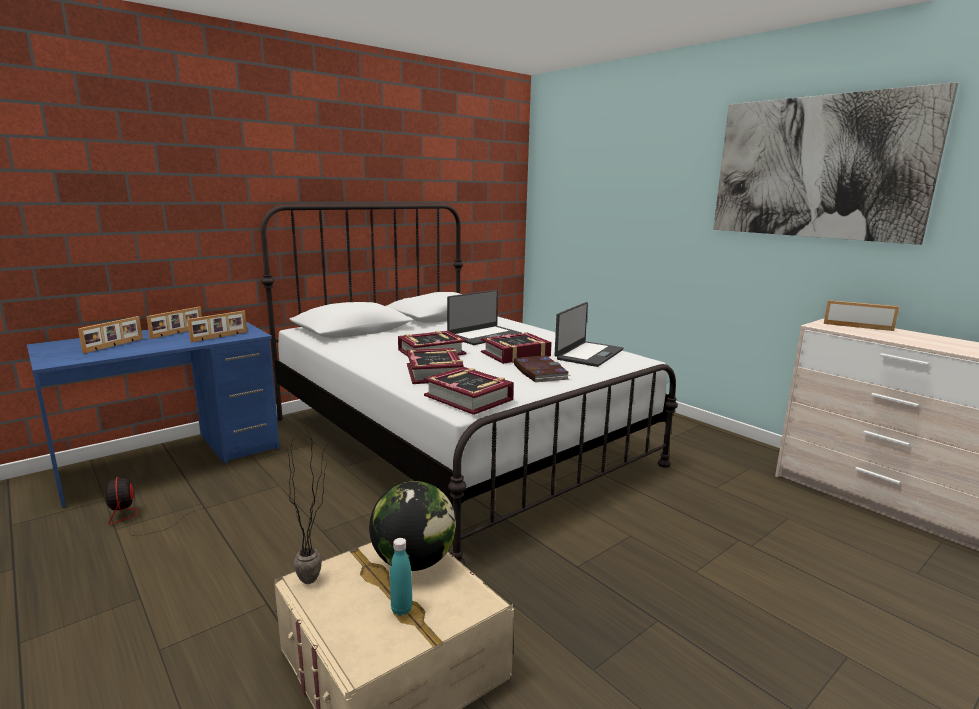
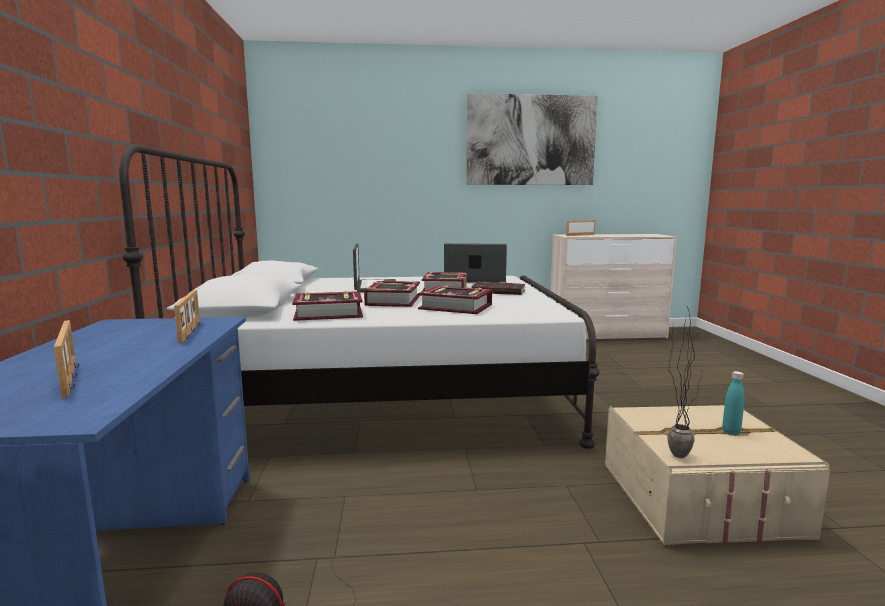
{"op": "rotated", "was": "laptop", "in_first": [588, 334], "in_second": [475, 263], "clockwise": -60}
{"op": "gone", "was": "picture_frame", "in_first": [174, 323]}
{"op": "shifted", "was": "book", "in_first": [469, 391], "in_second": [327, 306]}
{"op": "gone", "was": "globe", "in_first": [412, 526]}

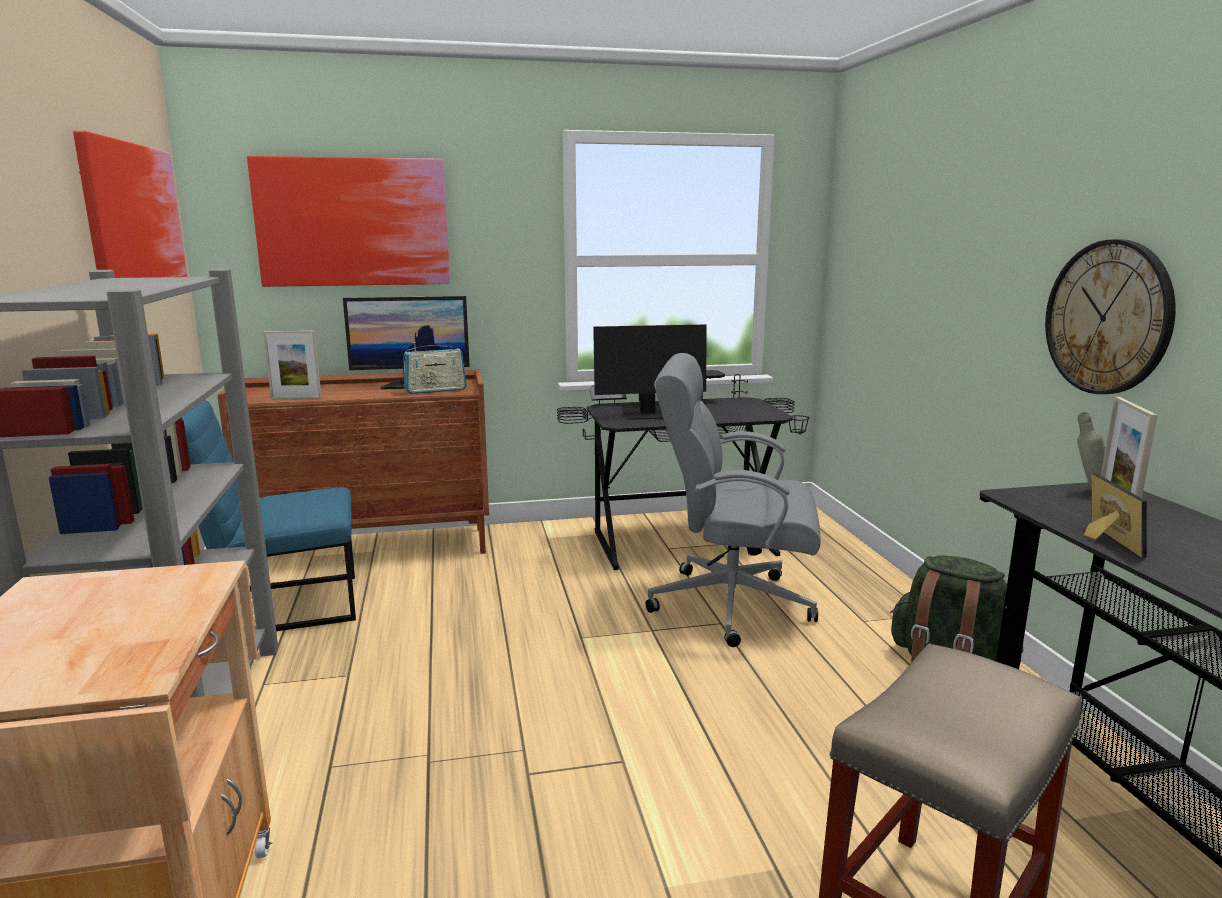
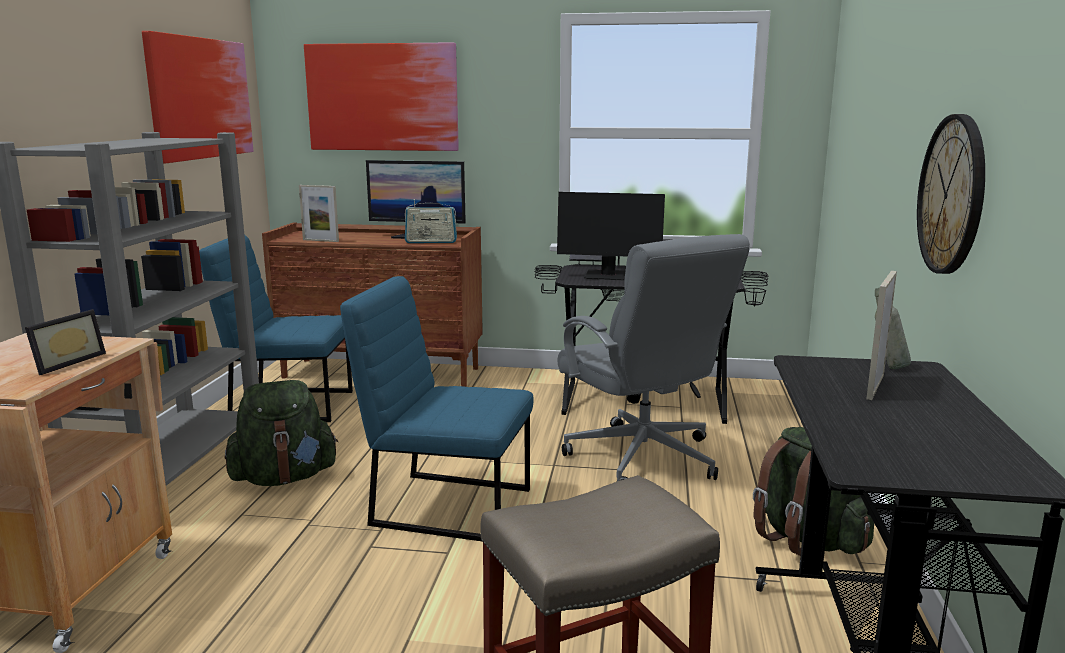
{"op": "rotated", "was": "grey_office_chair", "in_first": [733, 500], "in_second": [654, 357], "clockwise": -150}
{"op": "shifted", "was": "picture_frame", "in_first": [1115, 515], "in_second": [65, 342]}
{"op": "new", "now": "blue_chair", "in_second": [436, 408]}
{"op": "new", "now": "green_backpack", "in_second": [281, 433]}

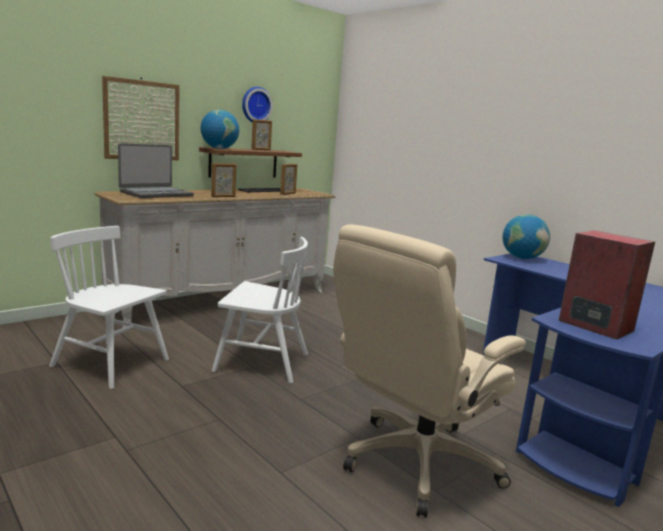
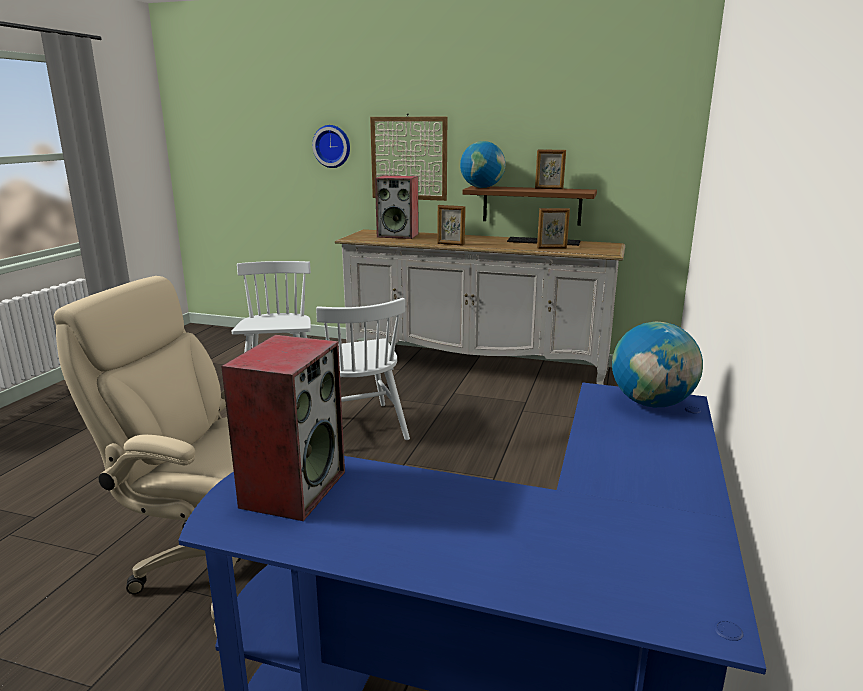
{"op": "shifted", "was": "wall_clock", "in_first": [257, 105], "in_second": [331, 146]}
{"op": "swapped", "was": "laptop", "now": "speaker", "in_first": [156, 170], "in_second": [397, 207]}

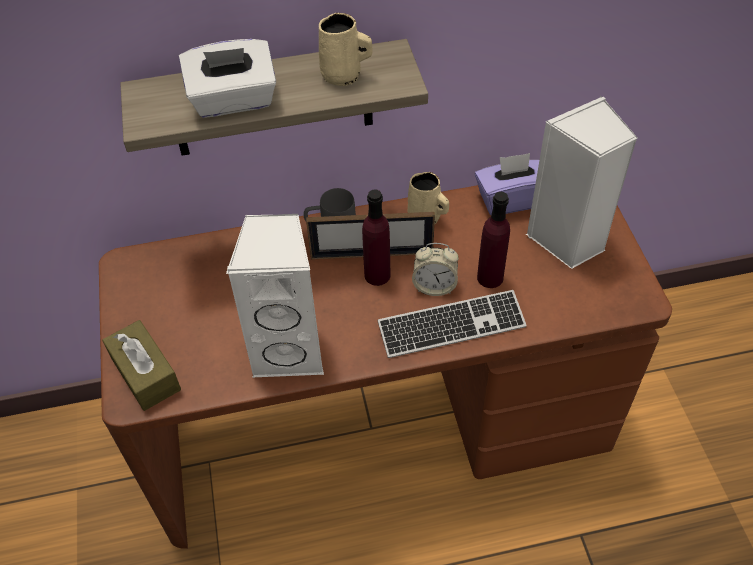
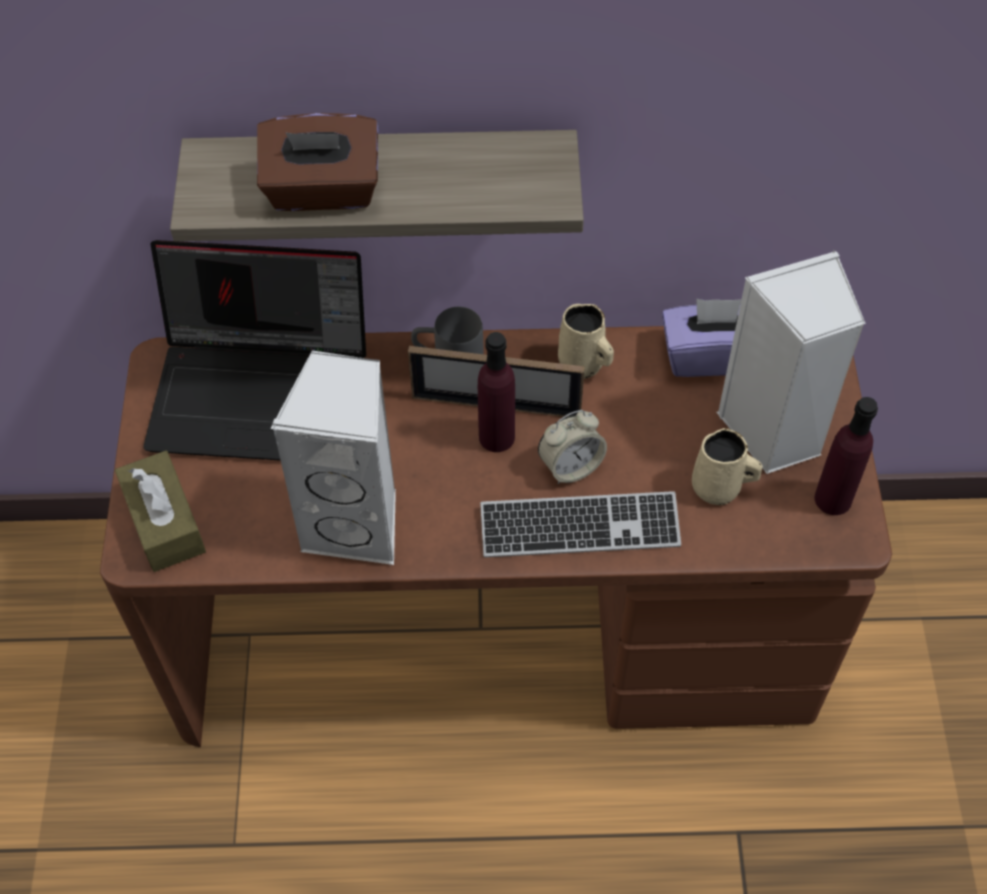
{"op": "shifted", "was": "beige_mug", "in_first": [346, 49], "in_second": [727, 466]}
{"op": "repainted", "was": "white_tissue_box", "now": "brown_tissue_box", "in_first": [227, 78], "in_second": [317, 162]}
{"op": "shifted", "was": "purple_bottle", "in_first": [493, 240], "in_second": [846, 456]}
{"op": "rotated", "was": "alarm_clock", "in_first": [435, 269], "in_second": [572, 447], "clockwise": -45}
{"op": "new", "now": "laptop", "in_second": [255, 350]}

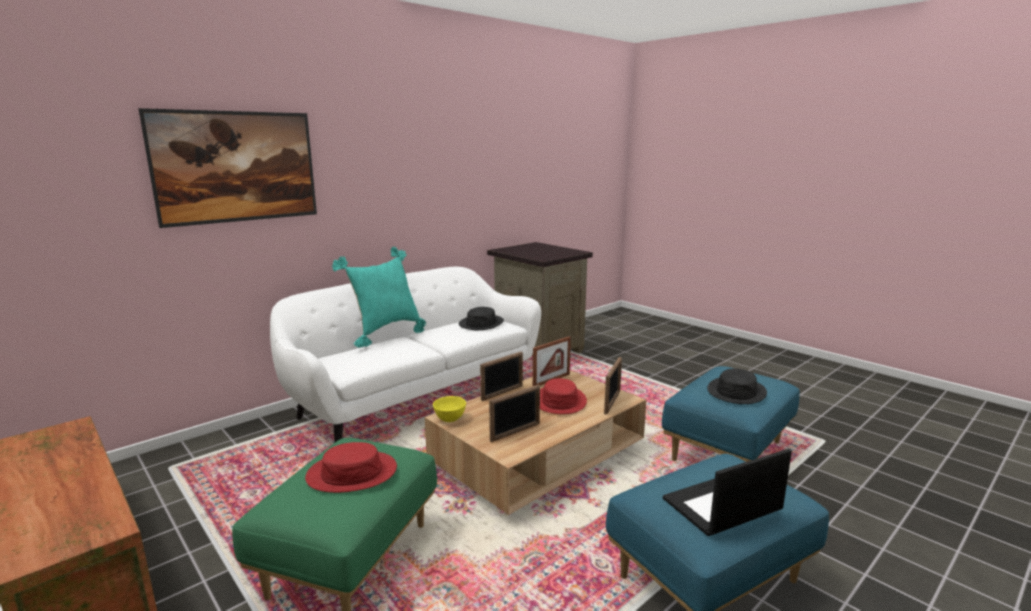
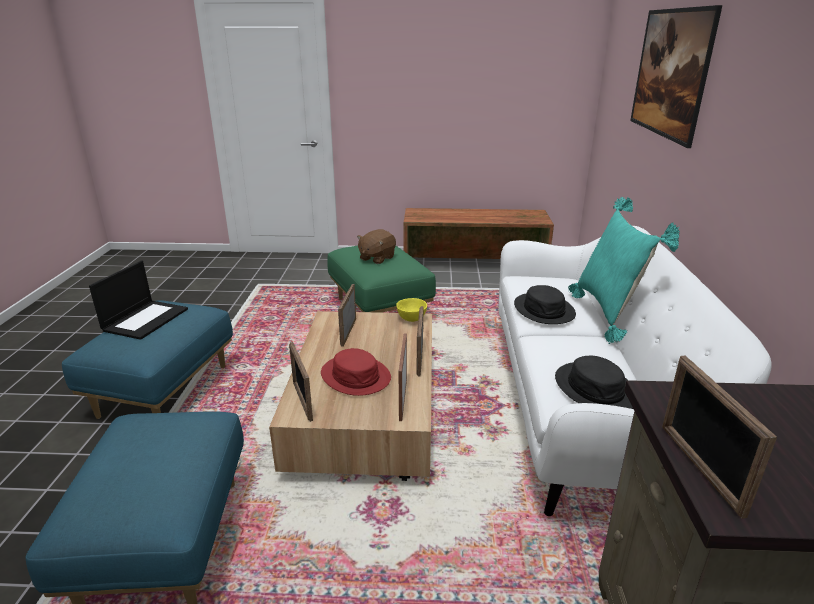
{"op": "shifted", "was": "black_hat", "in_first": [737, 386], "in_second": [545, 304]}
{"op": "swapped", "was": "red_hat", "now": "brown_plush_toy", "in_first": [351, 467], "in_second": [376, 246]}
{"op": "new", "now": "picture_frame", "in_second": [719, 437]}

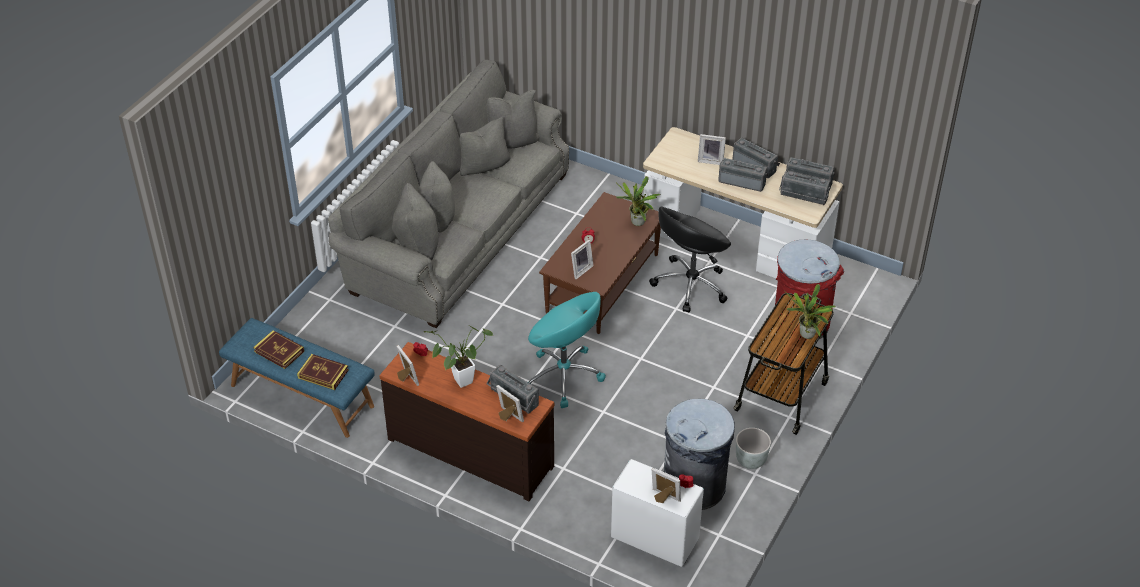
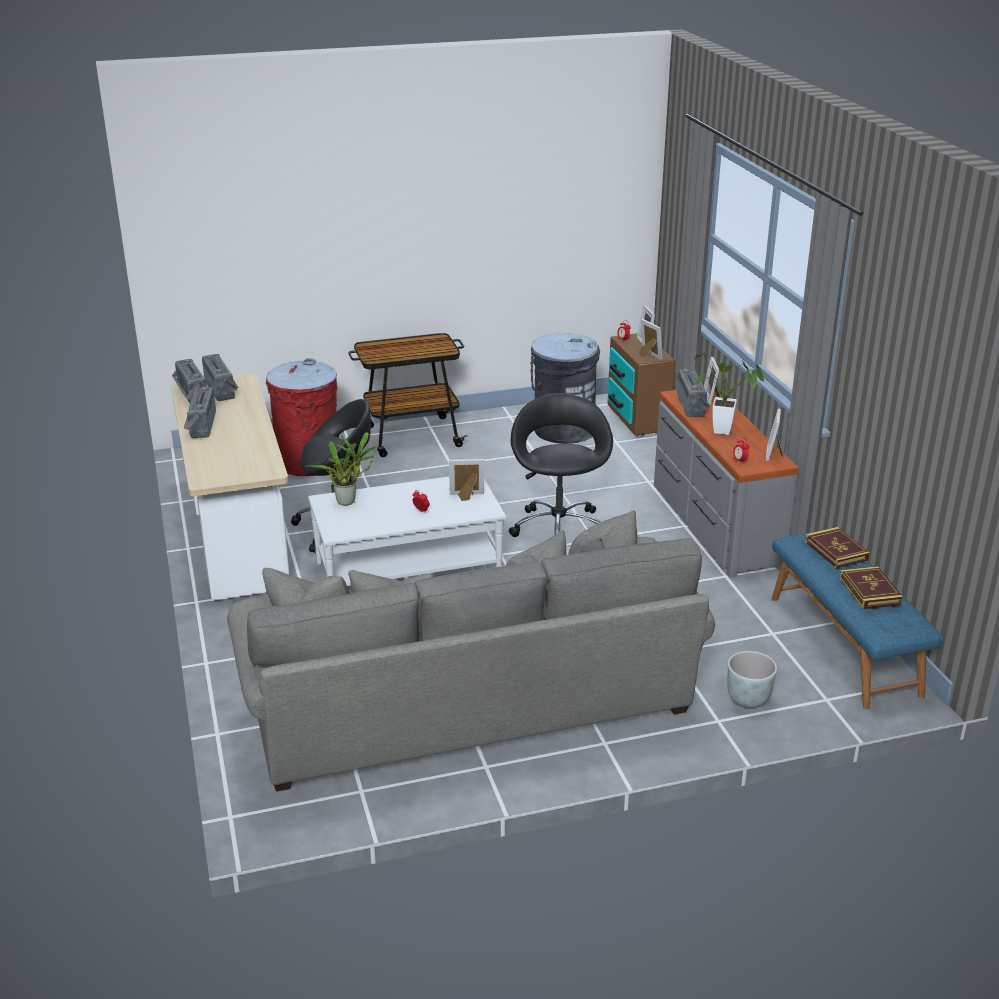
{"op": "shifted", "was": "picture_frame", "in_first": [712, 149], "in_second": [651, 339]}
{"op": "gone", "was": "radio", "in_first": [743, 175]}
{"op": "repainted", "was": "brown_coffee_table", "now": "white_coffee_table", "in_first": [600, 263], "in_second": [407, 531]}
{"op": "gone", "was": "potted_plant", "in_first": [810, 311]}
{"op": "repainted", "was": "turquoise_office_chair", "now": "black_office_chair", "in_first": [567, 350], "in_second": [561, 465]}
{"op": "repainted", "was": "brown_dresser", "now": "grey_dresser", "in_first": [466, 421], "in_second": [726, 482]}
{"op": "shifted", "was": "grey_planter", "in_first": [753, 448], "in_second": [752, 679]}
{"op": "repainted", "was": "white_nightstand", "now": "brown_nightstand", "in_first": [657, 513], "in_second": [641, 385]}

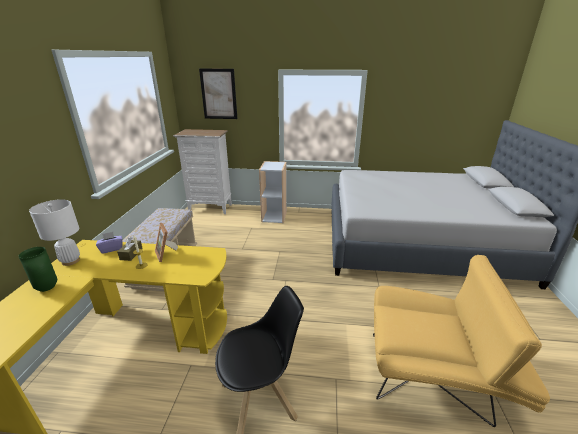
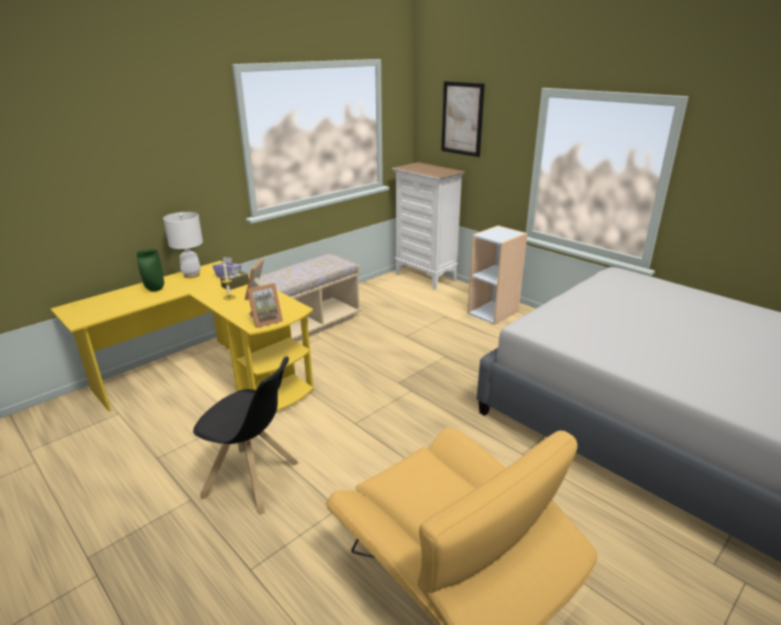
{"op": "new", "now": "picture_frame", "in_second": [265, 305]}

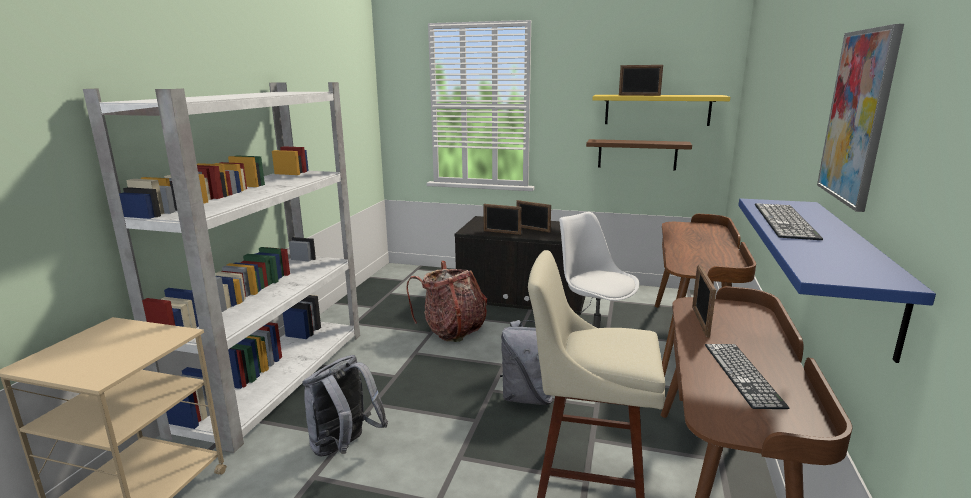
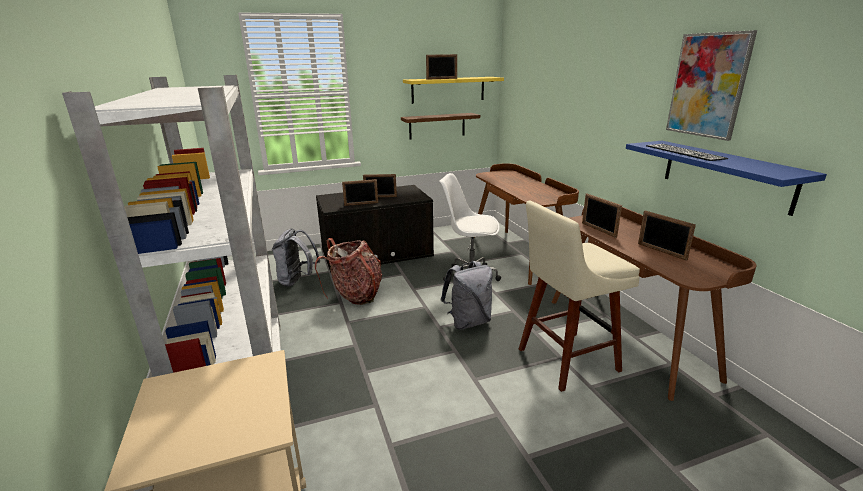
{"op": "swapped", "was": "keyboard", "now": "picture_frame", "in_first": [747, 376], "in_second": [667, 236]}
{"op": "shifted", "was": "grey_backpack", "in_first": [345, 406], "in_second": [296, 258]}

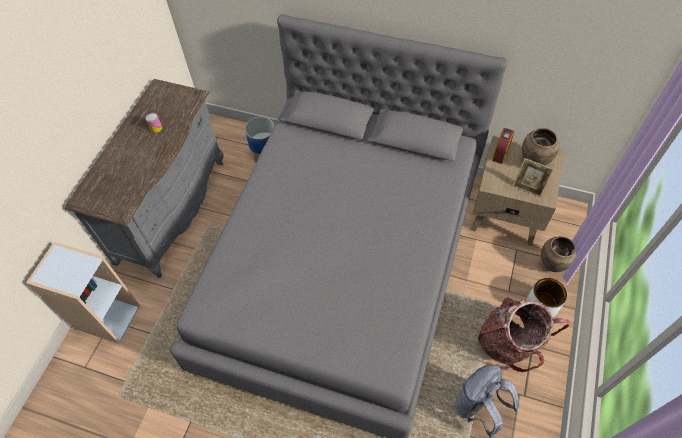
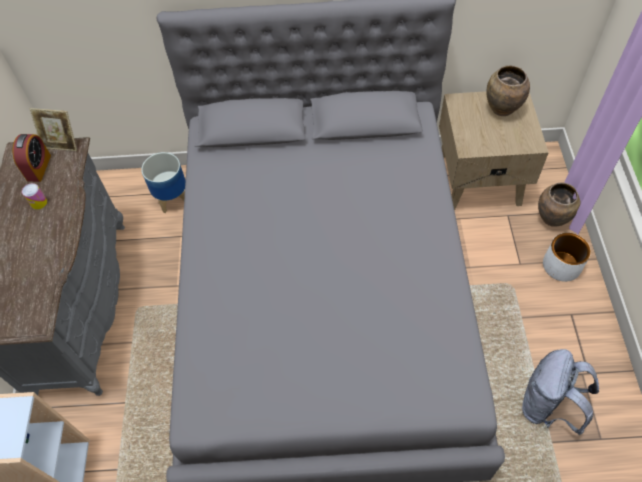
{"op": "shifted", "was": "alarm_clock", "in_first": [503, 146], "in_second": [32, 158]}
{"op": "shifted", "was": "picture_frame", "in_first": [533, 177], "in_second": [53, 129]}
{"op": "gone", "was": "backpack", "in_first": [523, 334]}

